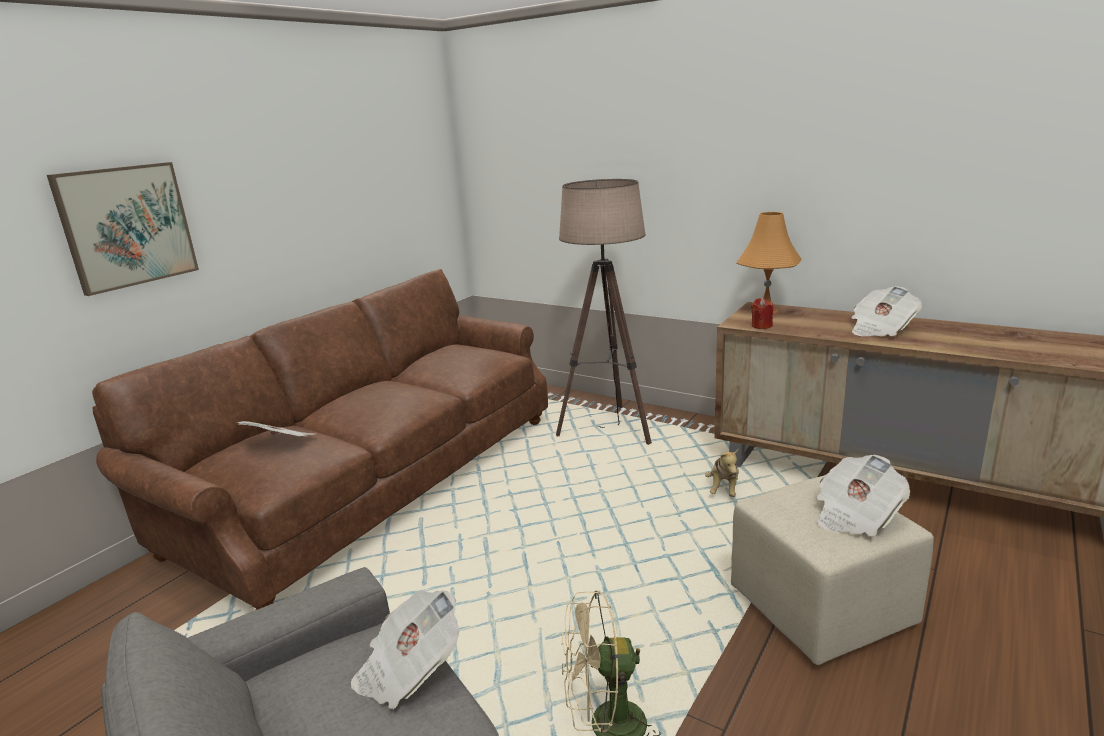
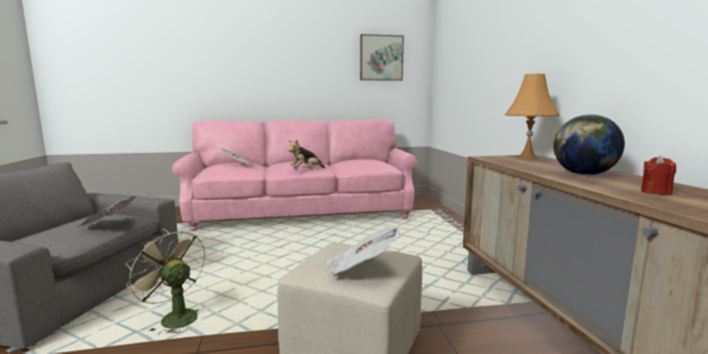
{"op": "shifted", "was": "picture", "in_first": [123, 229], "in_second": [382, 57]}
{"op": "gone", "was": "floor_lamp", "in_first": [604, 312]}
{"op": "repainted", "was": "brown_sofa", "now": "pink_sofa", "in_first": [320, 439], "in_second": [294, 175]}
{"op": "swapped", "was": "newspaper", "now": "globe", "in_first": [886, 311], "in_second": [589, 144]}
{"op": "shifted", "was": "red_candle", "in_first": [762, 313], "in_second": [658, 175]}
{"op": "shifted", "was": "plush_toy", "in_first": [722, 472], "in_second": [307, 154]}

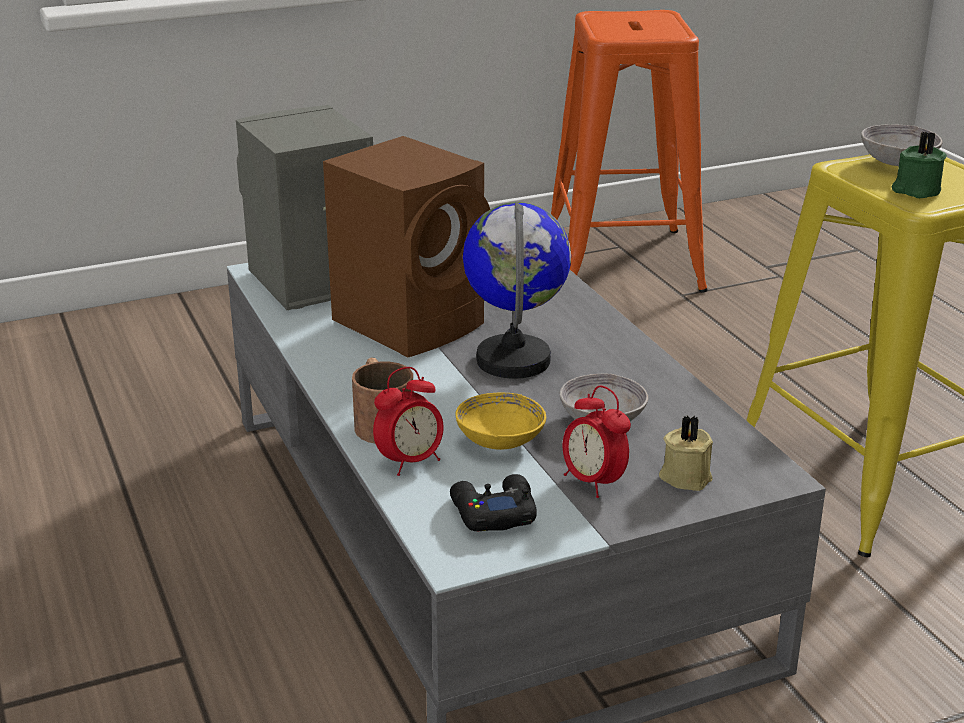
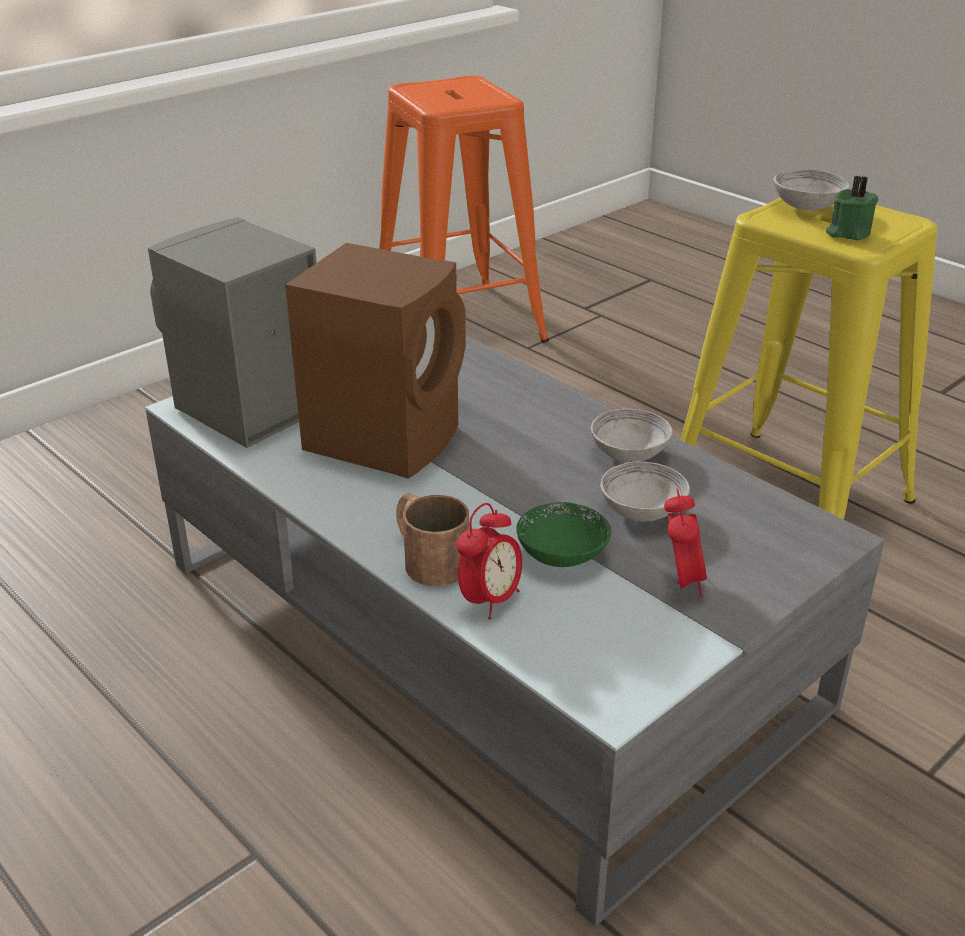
{"op": "gone", "was": "globe", "in_first": [517, 290]}
{"op": "rotated", "was": "alarm_clock", "in_first": [597, 442], "in_second": [685, 543], "clockwise": -120}
{"op": "repainted", "was": "yellow_bowl", "now": "green_bowl", "in_first": [500, 421], "in_second": [564, 534]}
{"op": "gone", "was": "beige_candle", "in_first": [686, 453]}
{"op": "gone", "was": "black_game_controller", "in_first": [493, 502]}
{"op": "new", "now": "grey_bowl", "in_second": [632, 435]}

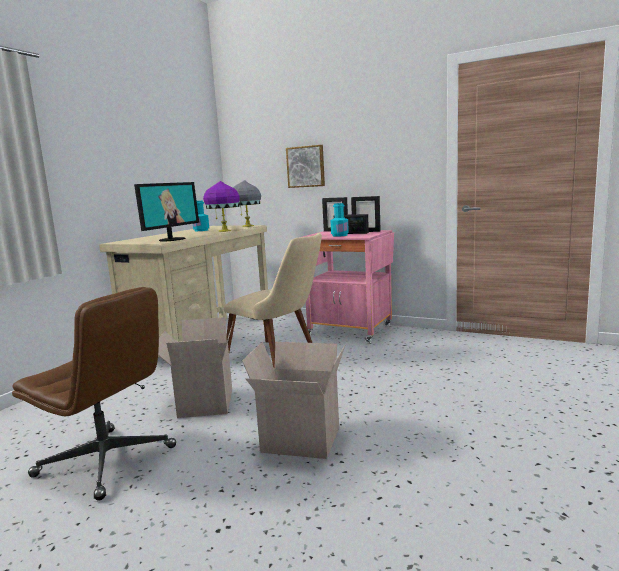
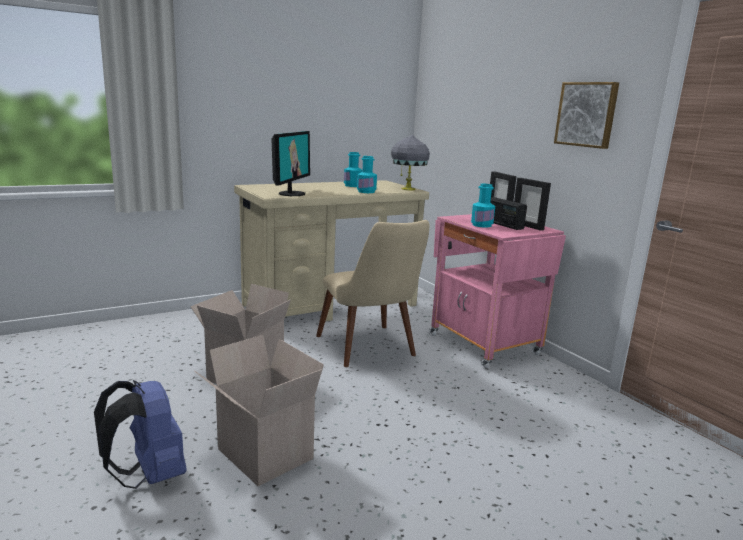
{"op": "shifted", "was": "picture", "in_first": [305, 166], "in_second": [586, 115]}
{"op": "swapped", "was": "purple_table_lamp", "now": "turquoise_bottle", "in_first": [221, 206], "in_second": [367, 174]}
{"op": "rotated", "was": "monitor", "in_first": [166, 211], "in_second": [290, 163], "clockwise": -45}
{"op": "gone", "was": "brown_office_chair", "in_first": [94, 394]}
{"op": "new", "now": "blue_backpack", "in_second": [140, 434]}

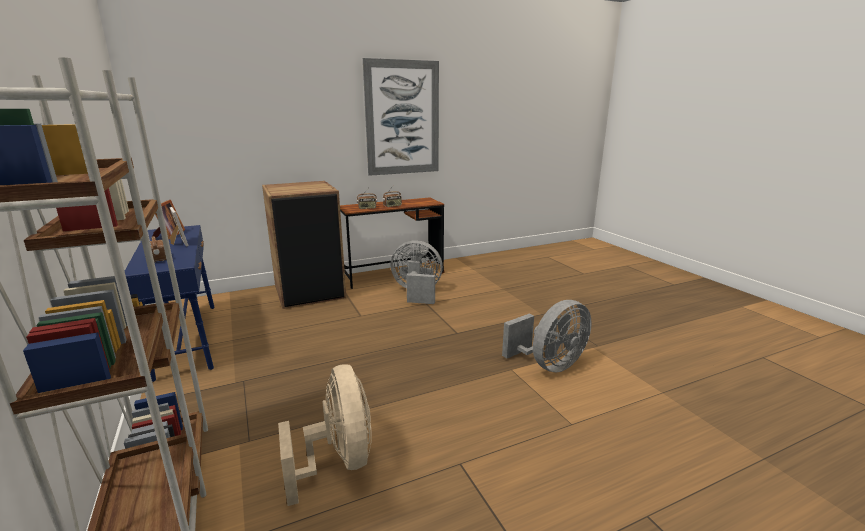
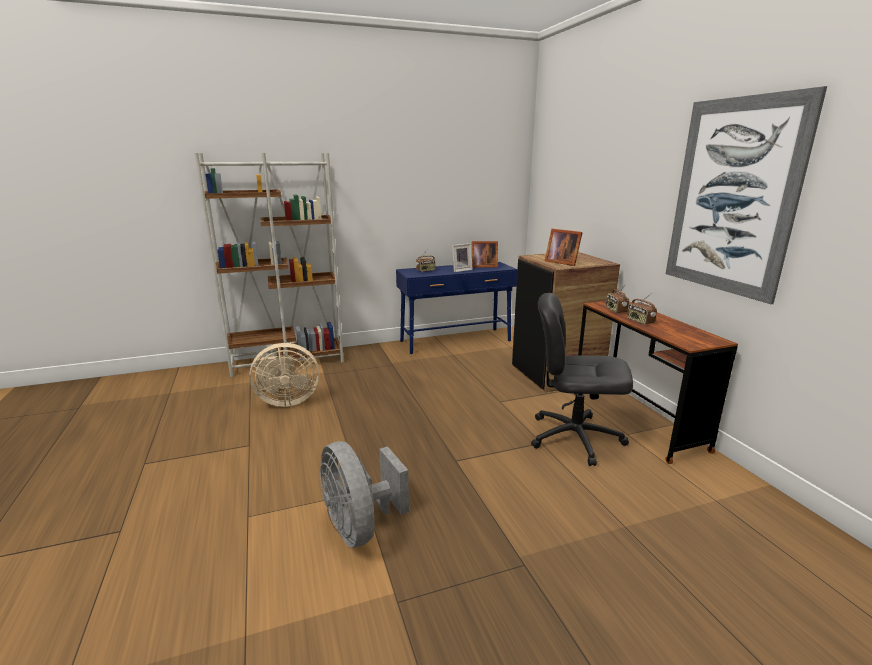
{"op": "swapped", "was": "grey_fan", "now": "black_office_chair", "in_first": [417, 272], "in_second": [582, 379]}
{"op": "new", "now": "picture_frame", "in_second": [564, 247]}

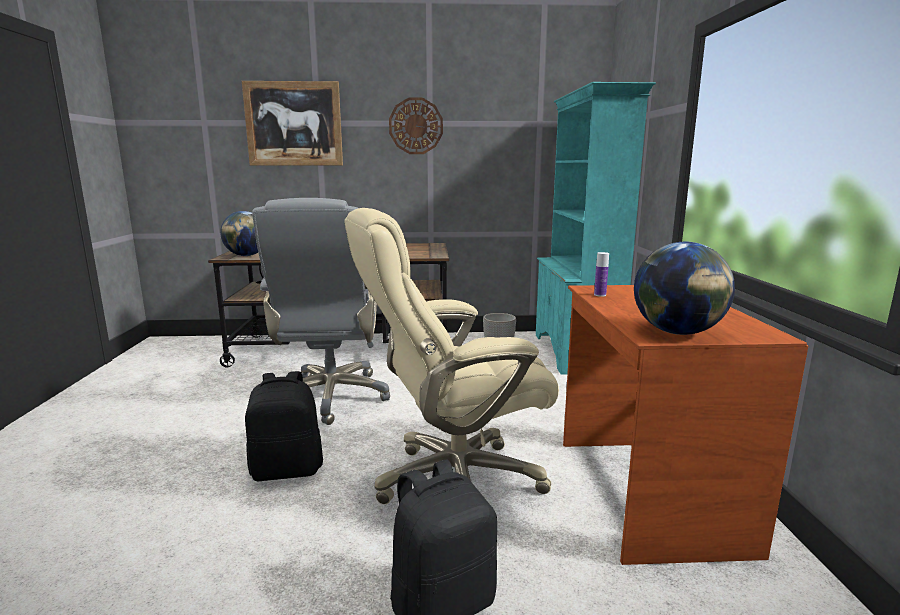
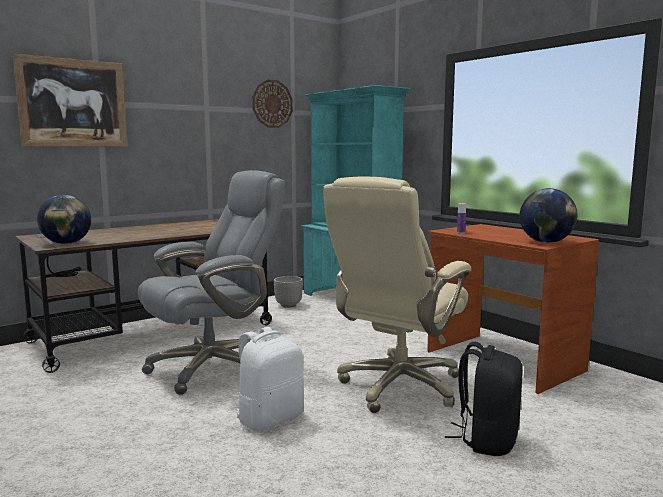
{"op": "shifted", "was": "wall_clock", "in_first": [416, 126], "in_second": [272, 104]}
{"op": "rotated", "was": "grey_office_chair", "in_first": [321, 311], "in_second": [211, 282], "clockwise": -90}
{"op": "repainted", "was": "black_backpack", "now": "white_backpack", "in_first": [284, 426], "in_second": [269, 379]}

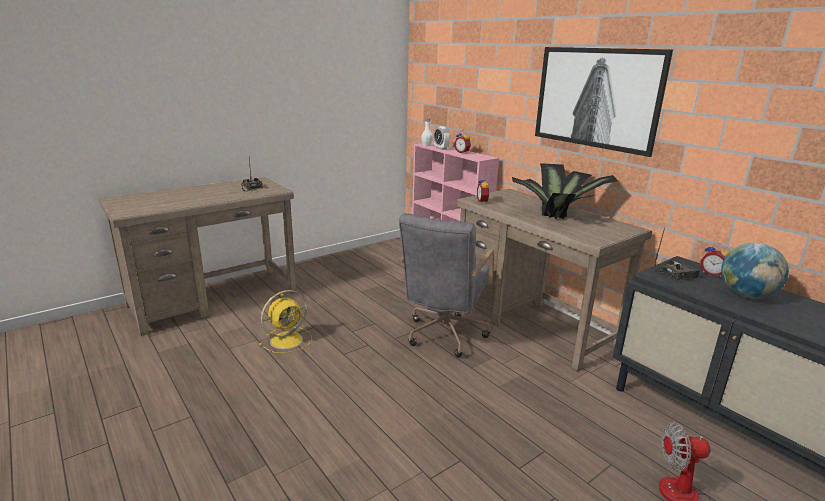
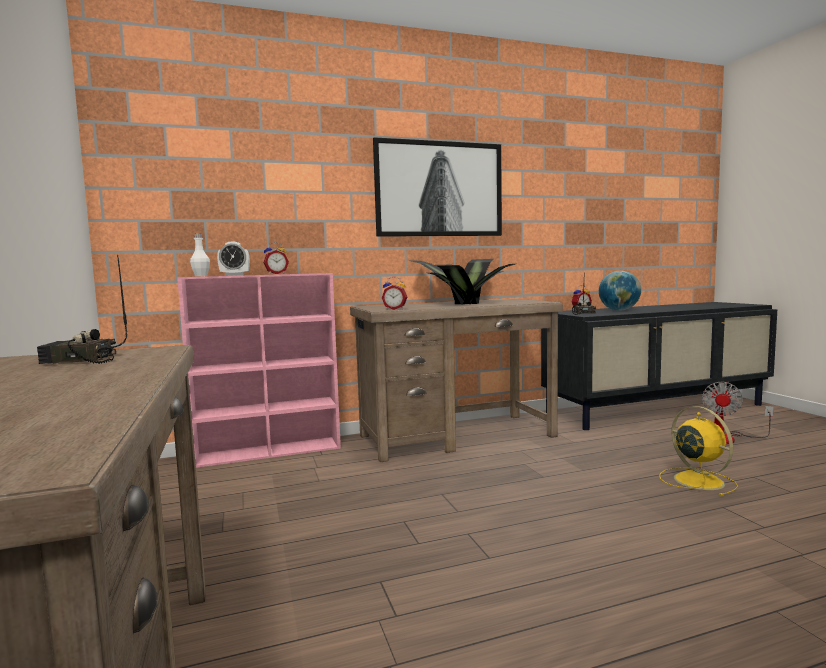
{"op": "gone", "was": "grey_office_chair", "in_first": [446, 285]}
{"op": "shifted", "was": "yellow_fan", "in_first": [285, 321], "in_second": [698, 451]}

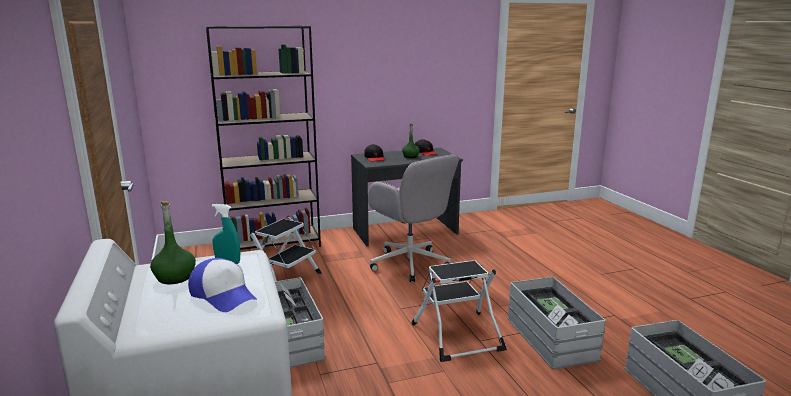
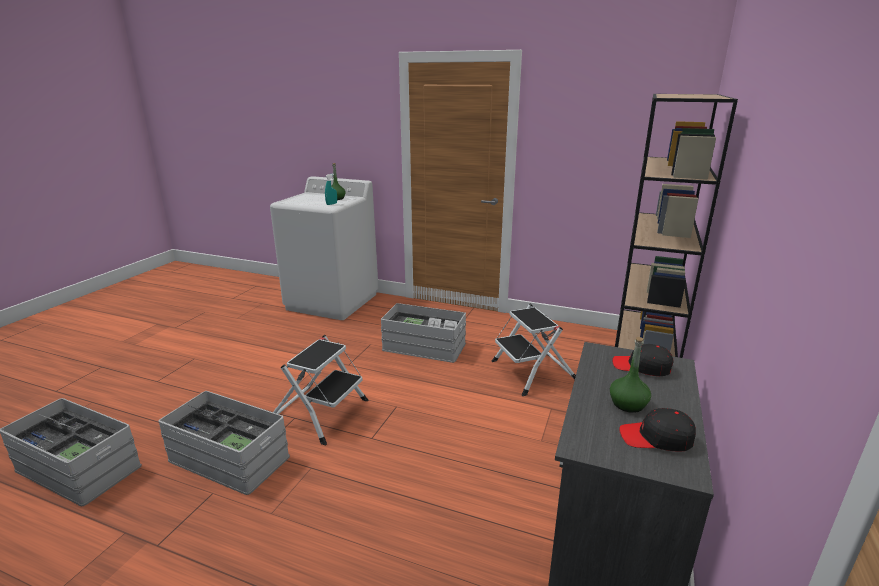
{"op": "gone", "was": "grey_office_chair", "in_first": [413, 218]}
{"op": "gone", "was": "cap", "in_first": [222, 285]}

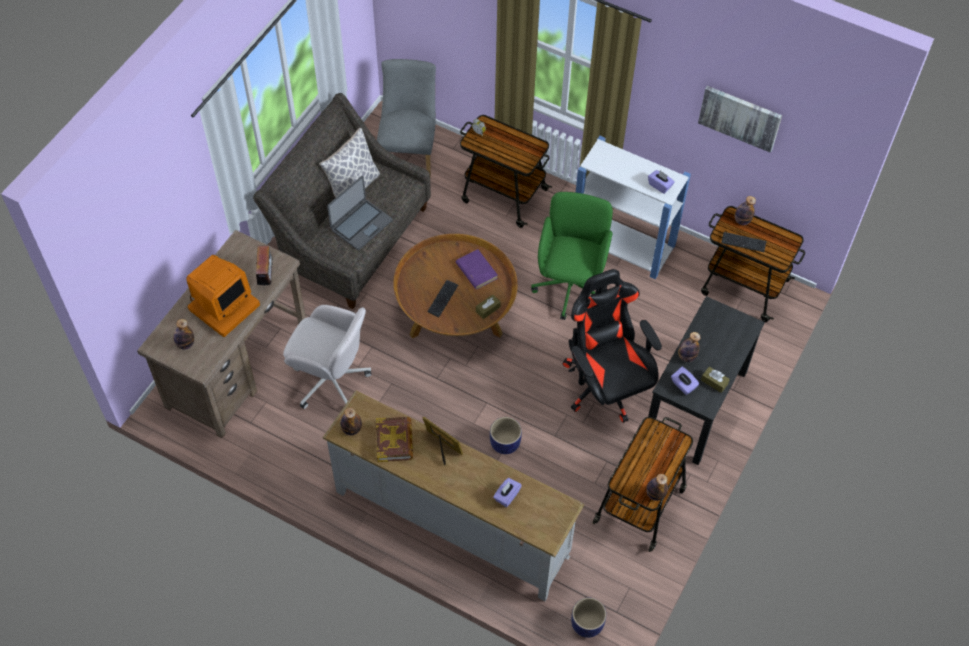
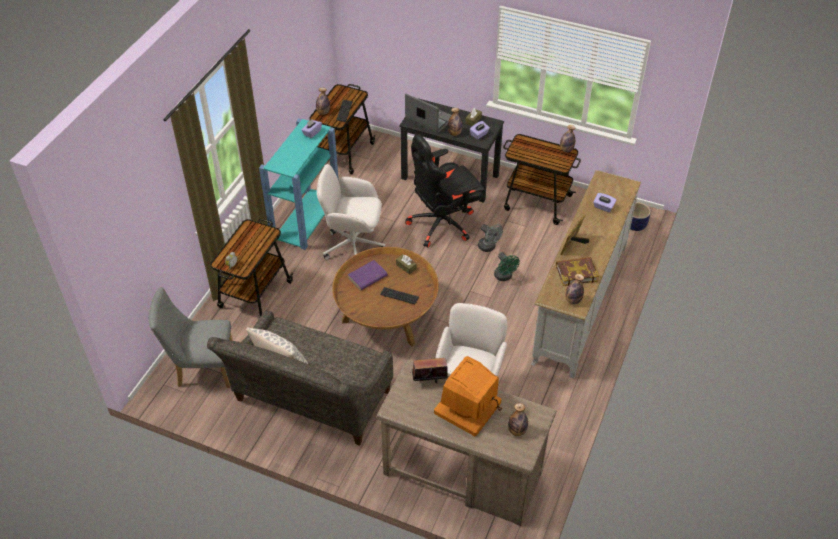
{"op": "gone", "was": "picture", "in_first": [740, 119]}
{"op": "repainted", "was": "white_bookcase", "now": "turquoise_bookcase", "in_first": [633, 207], "in_second": [299, 184]}
{"op": "shifted", "was": "laptop", "in_first": [359, 213], "in_second": [428, 113]}
{"op": "repainted", "was": "green_office_chair", "now": "white_office_chair", "in_first": [572, 256], "in_second": [351, 212]}
{"op": "rotated", "was": "monitor", "in_first": [223, 296], "in_second": [468, 396], "clockwise": -90}
{"op": "swapped", "was": "planter", "now": "green_fan", "in_first": [506, 435], "in_second": [507, 266]}
{"op": "new", "now": "grey_fan", "in_second": [490, 238]}

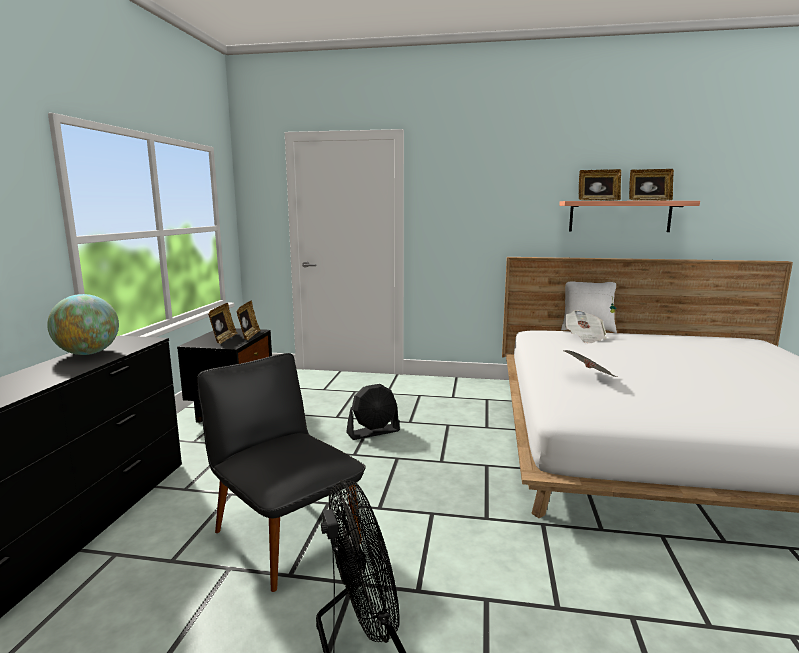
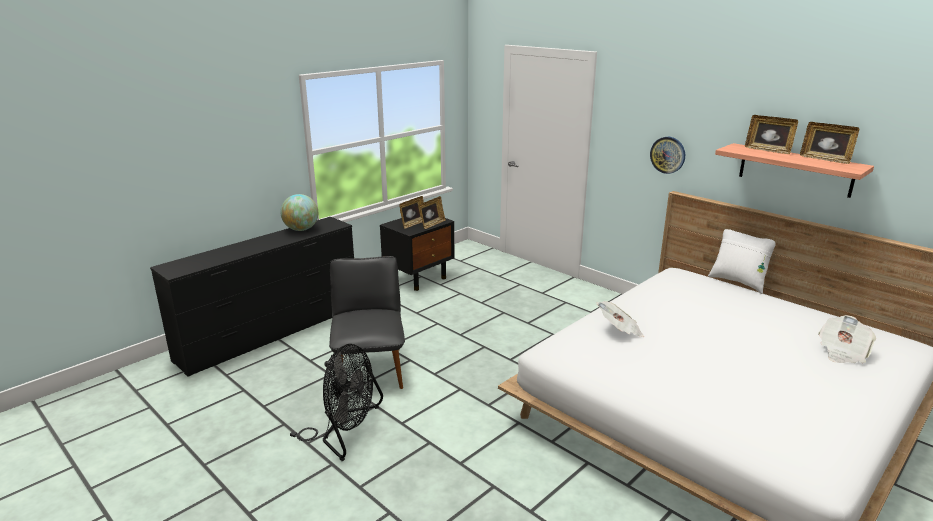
{"op": "shifted", "was": "newspaper", "in_first": [586, 326], "in_second": [847, 339]}
{"op": "gone", "was": "black_fan", "in_first": [373, 412]}
{"op": "new", "now": "wall_clock", "in_second": [667, 155]}

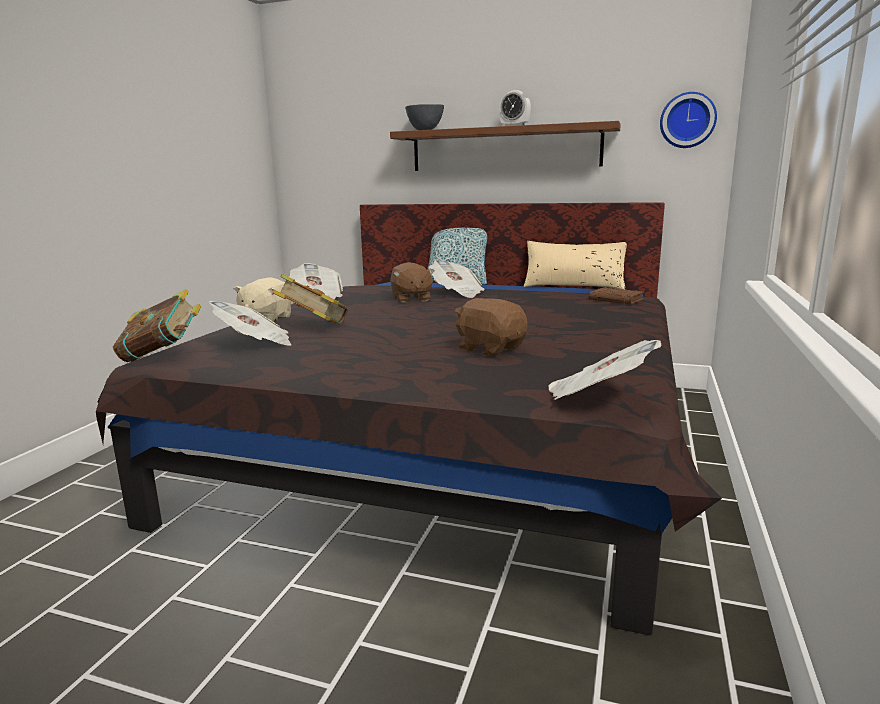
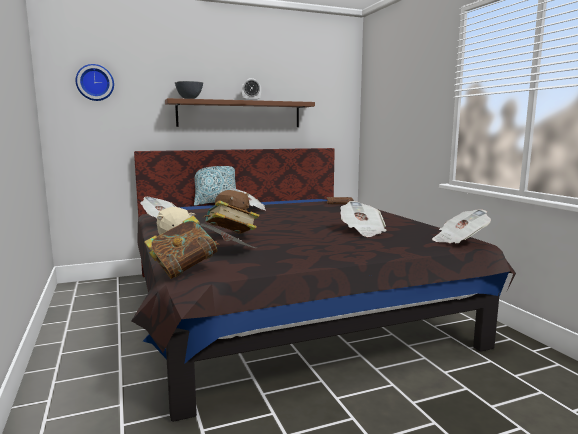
{"op": "shifted", "was": "wall_clock", "in_first": [688, 120], "in_second": [95, 82]}
{"op": "gone", "was": "beige_pillow", "in_first": [575, 265]}
{"op": "swapped", "was": "brown_plush_toy", "now": "newspaper", "in_first": [491, 327], "in_second": [363, 219]}

